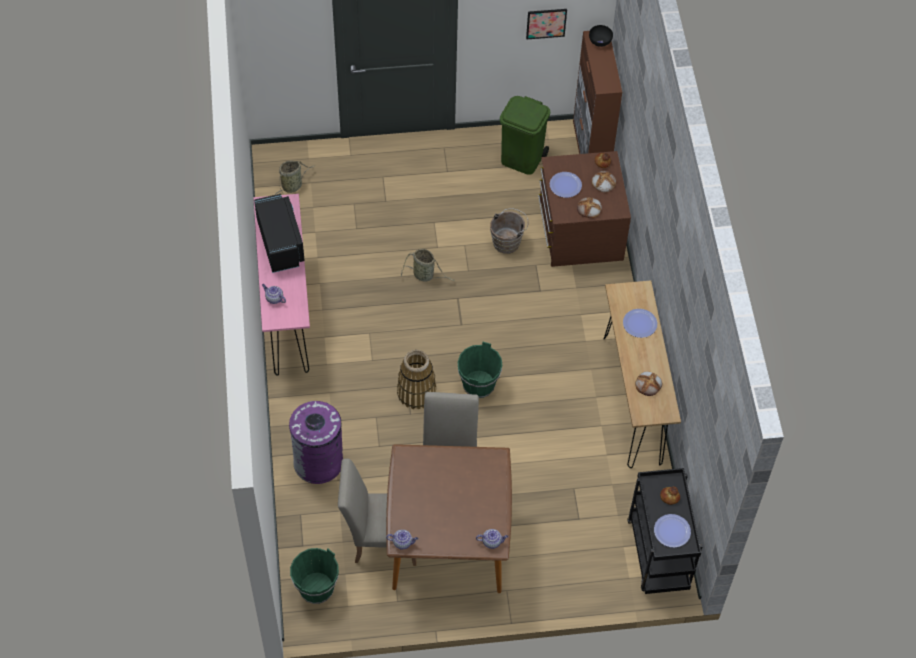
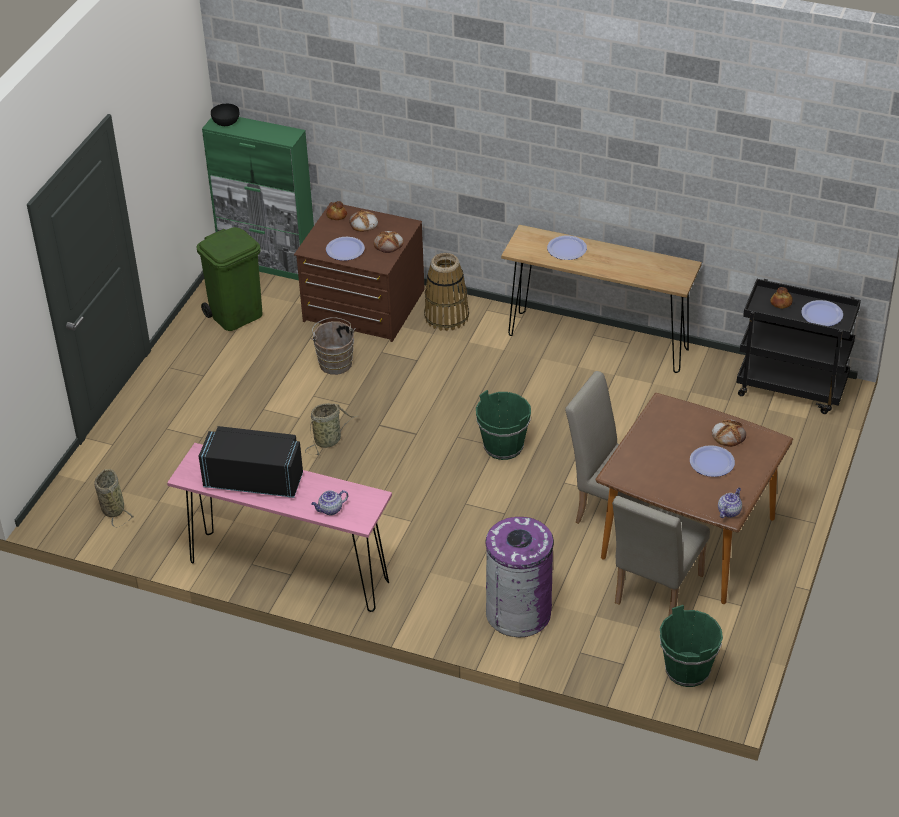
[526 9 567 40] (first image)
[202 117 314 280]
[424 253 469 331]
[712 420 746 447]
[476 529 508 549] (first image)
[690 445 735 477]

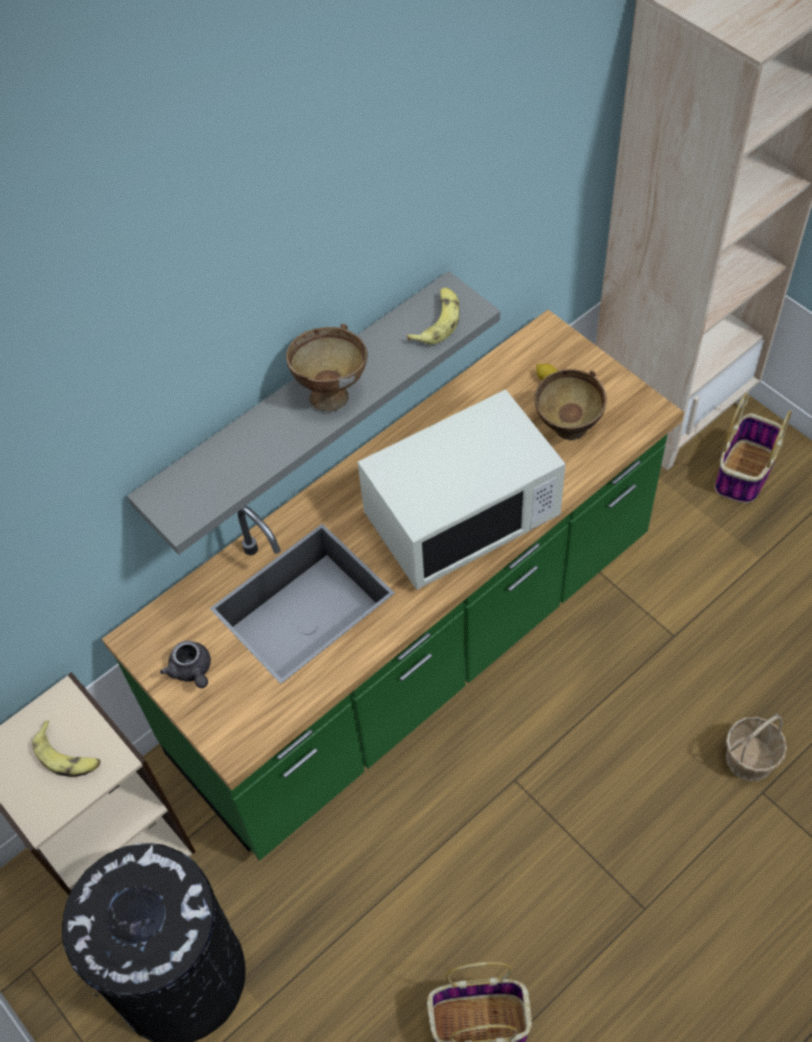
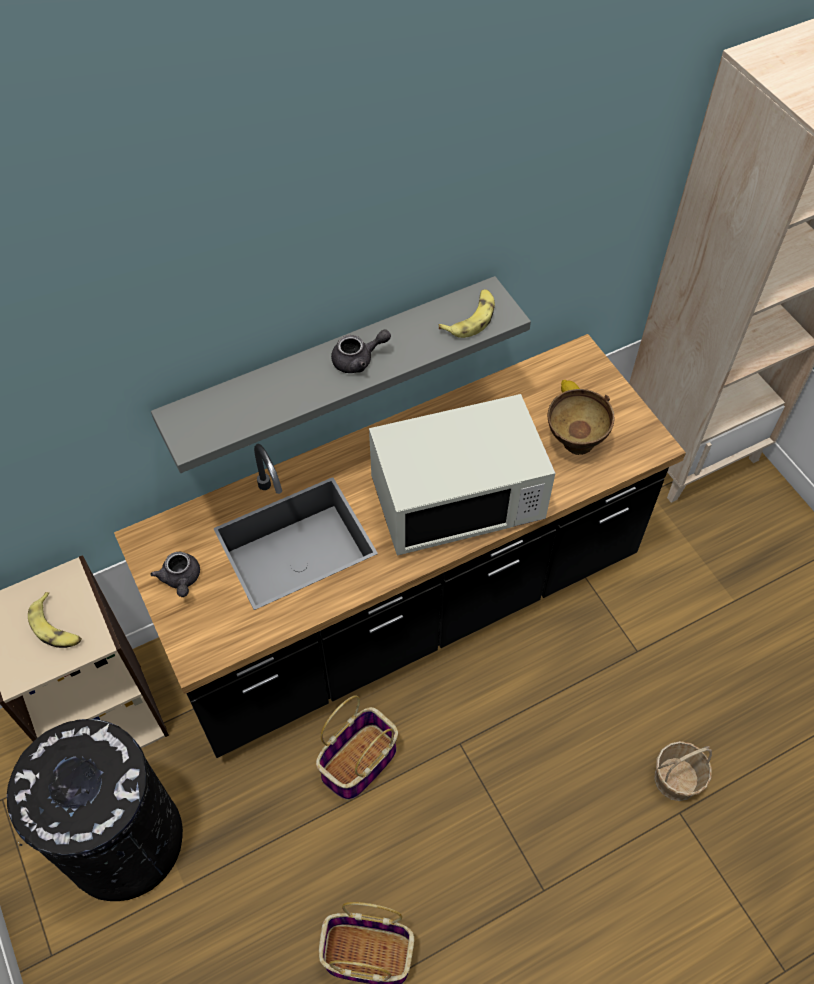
[114 334 686 758]
[331 329 391 373]
[316 695 398 800]

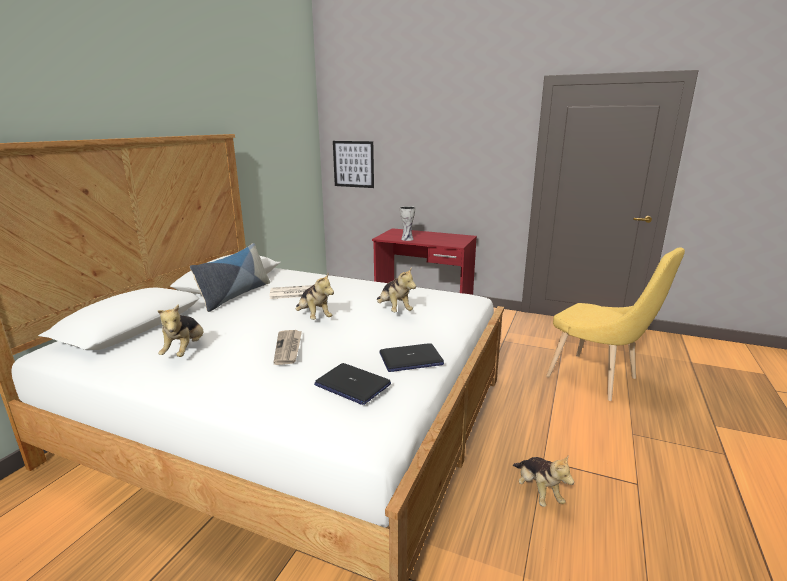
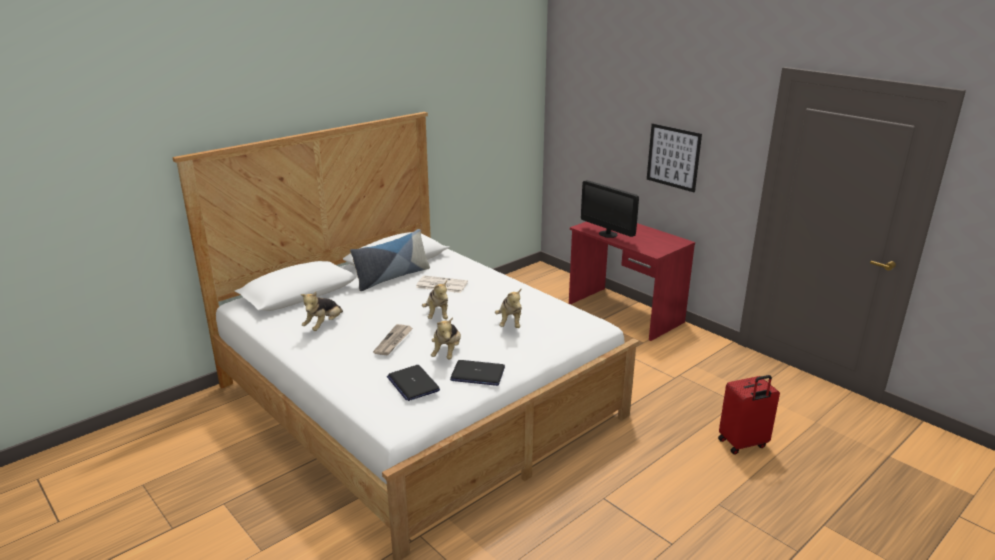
[647 124 702 192]
[581 180 639 238]
[718 375 780 455]
[431 317 461 360]

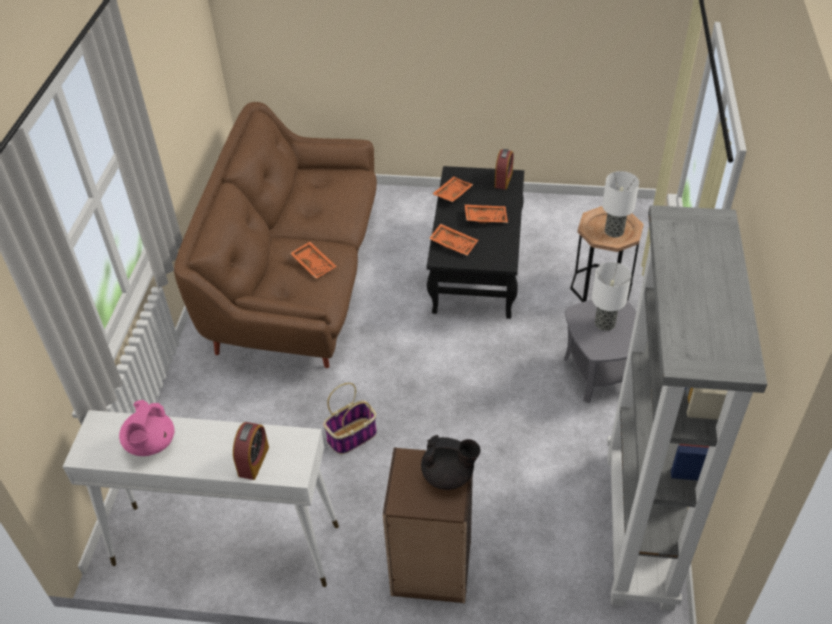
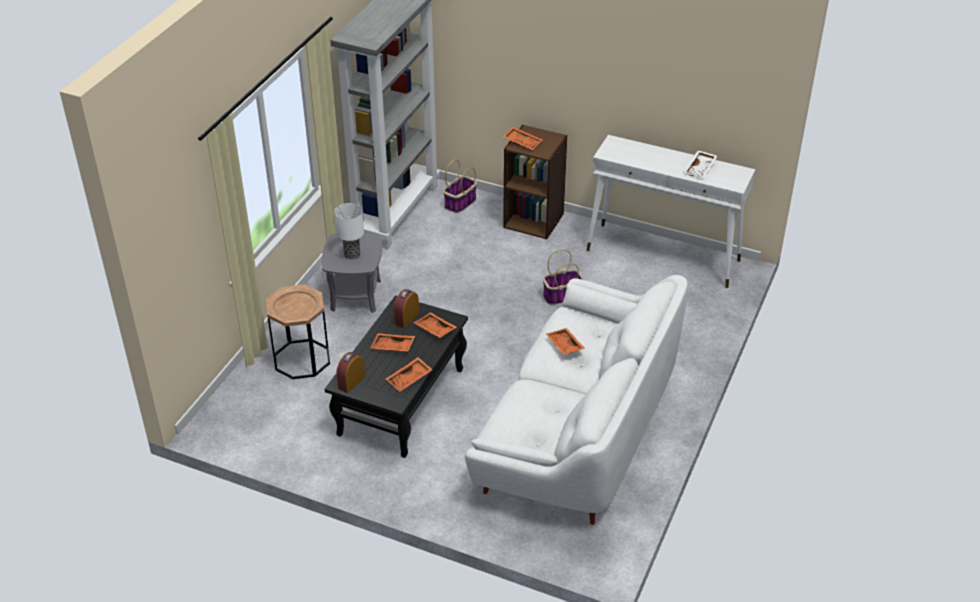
[465 275 688 525]
[602 171 639 238] (first image)
[684 150 717 178]
[394 289 419 328]
[503 127 542 150]
[443 160 477 213]

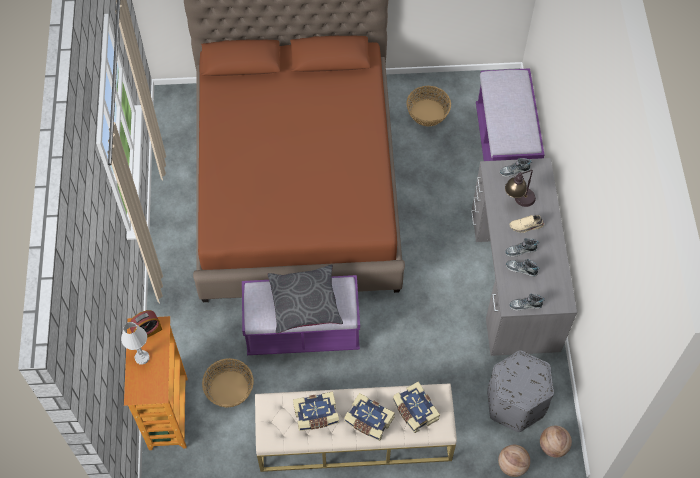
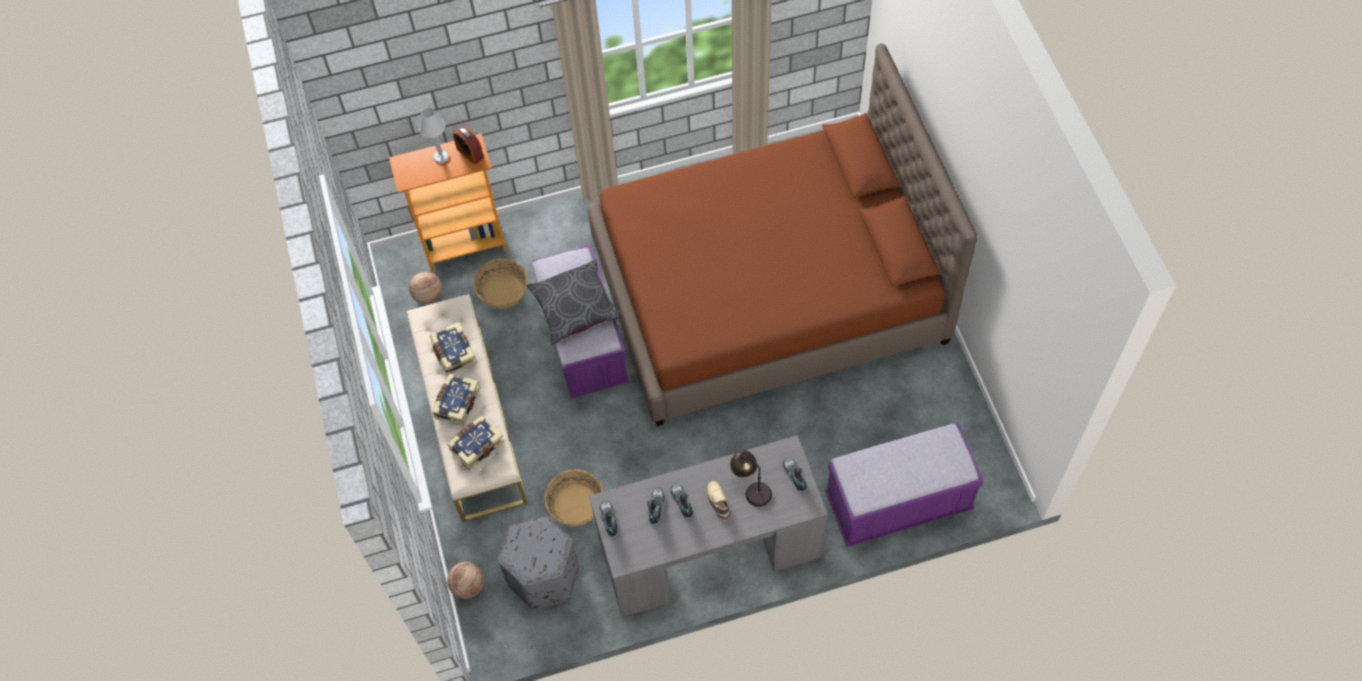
[544 469 603 526]
[409 271 442 304]

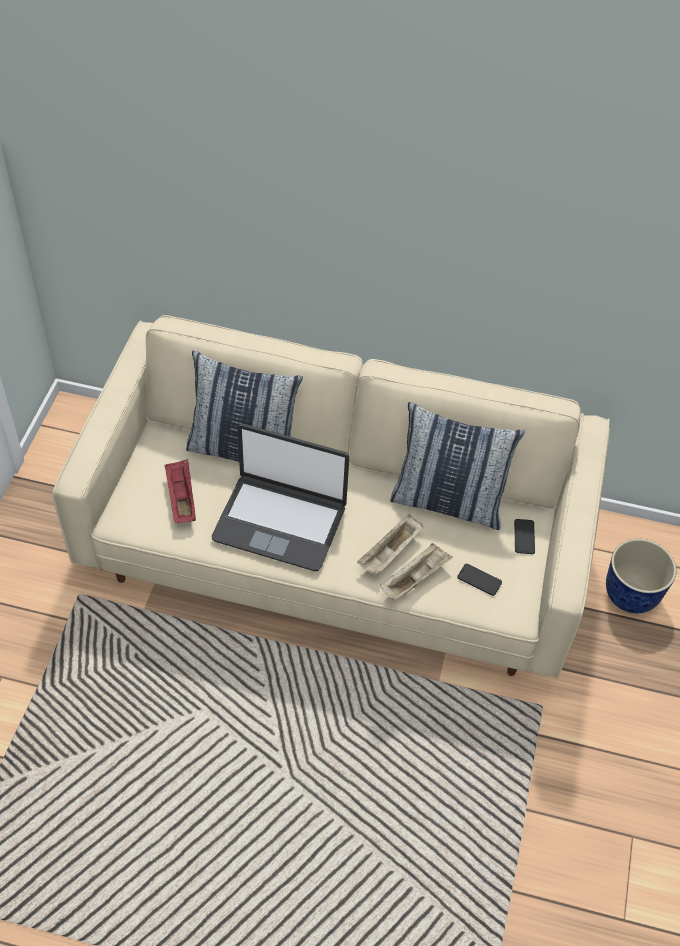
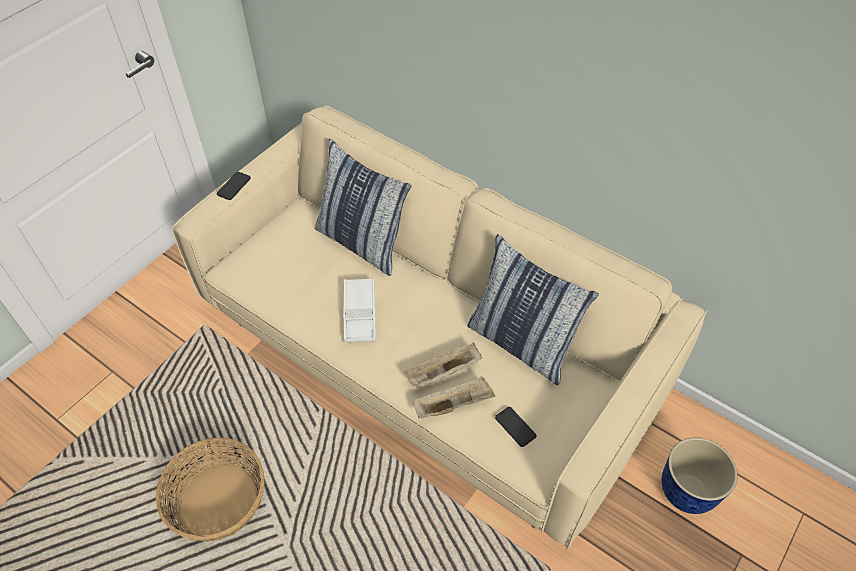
[343 278 376 343]
[164 459 196 523] (first image)
[217 172 251 200]
[156 437 265 542]

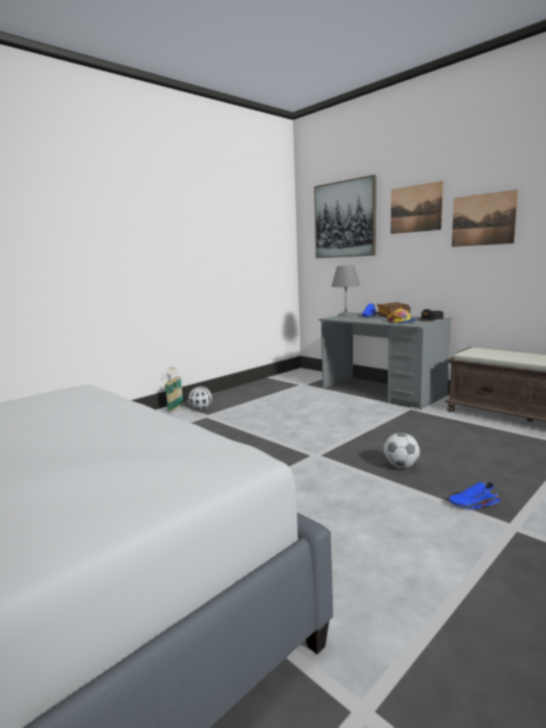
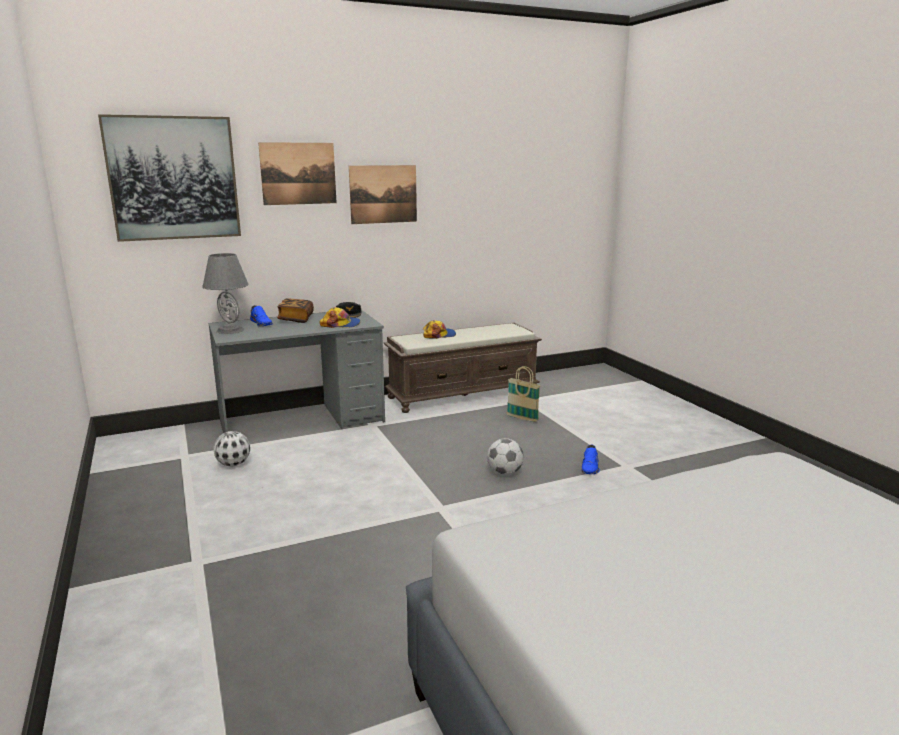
[507 366 540 422]
[213 431 250 466]
[423 320 456 339]

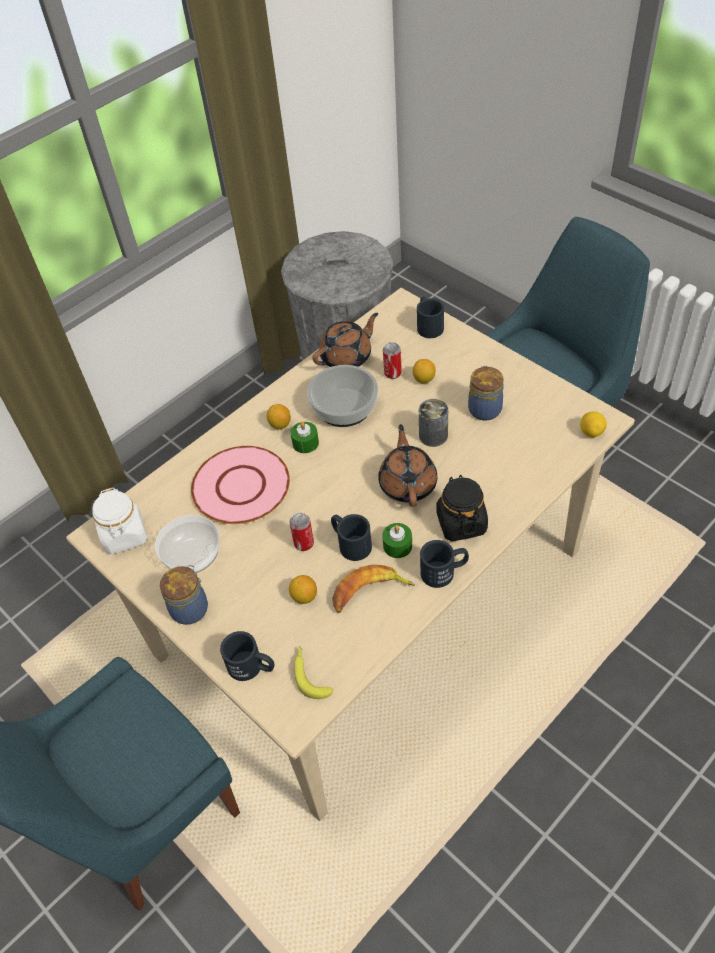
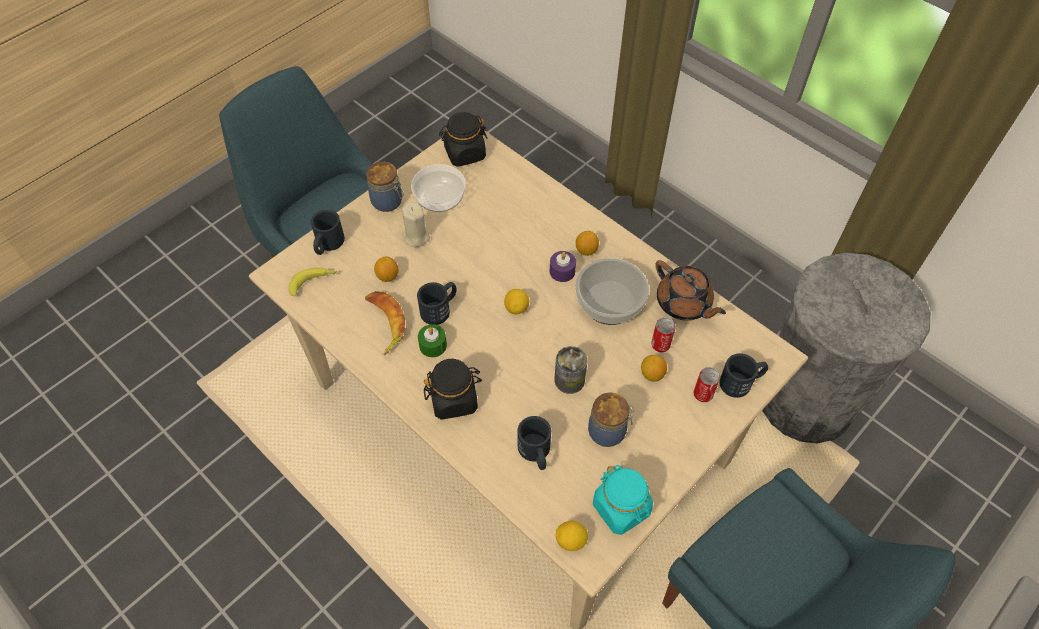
[550 251 576 282]
[378 424 437 507] (first image)
[191 446 290 524] (first image)
[439 112 488 167]
[694 367 720 402]
[517 416 551 470]
[402 202 430 247]
[504 289 529 314]
[593 465 653 535]

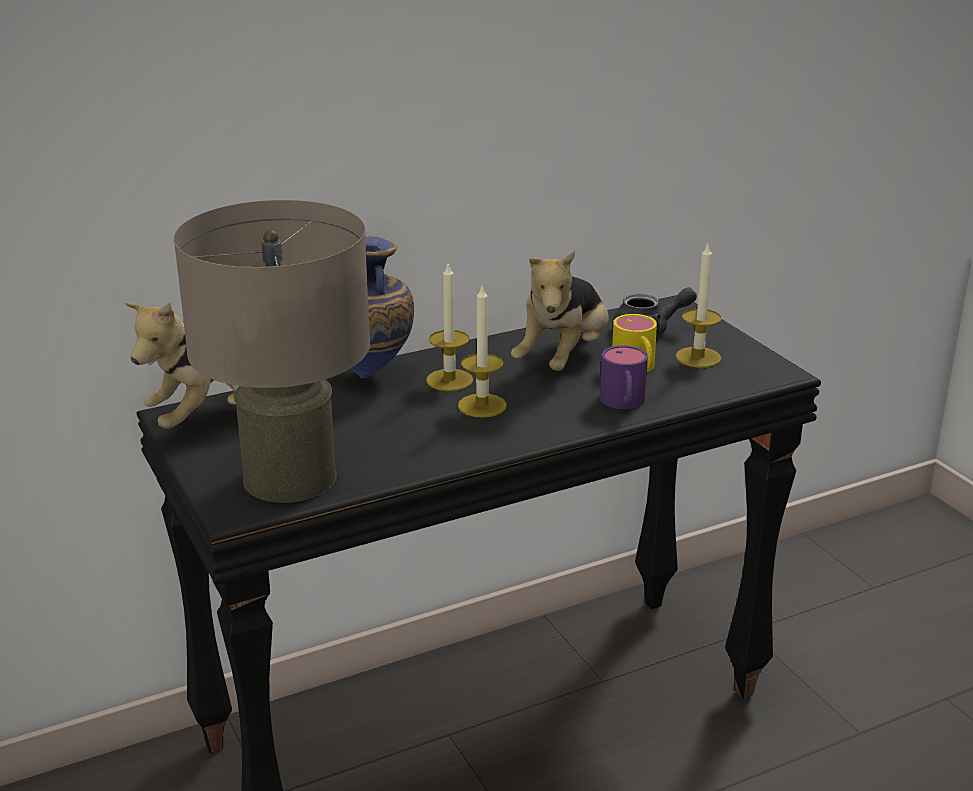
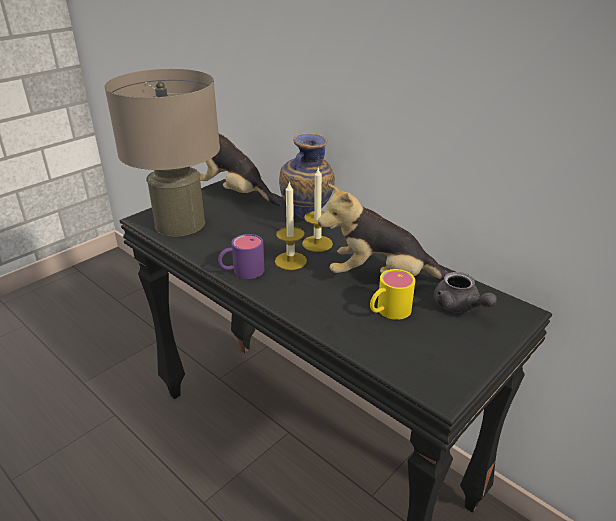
[675 242 722 368] (first image)
[218 234 264 279]

